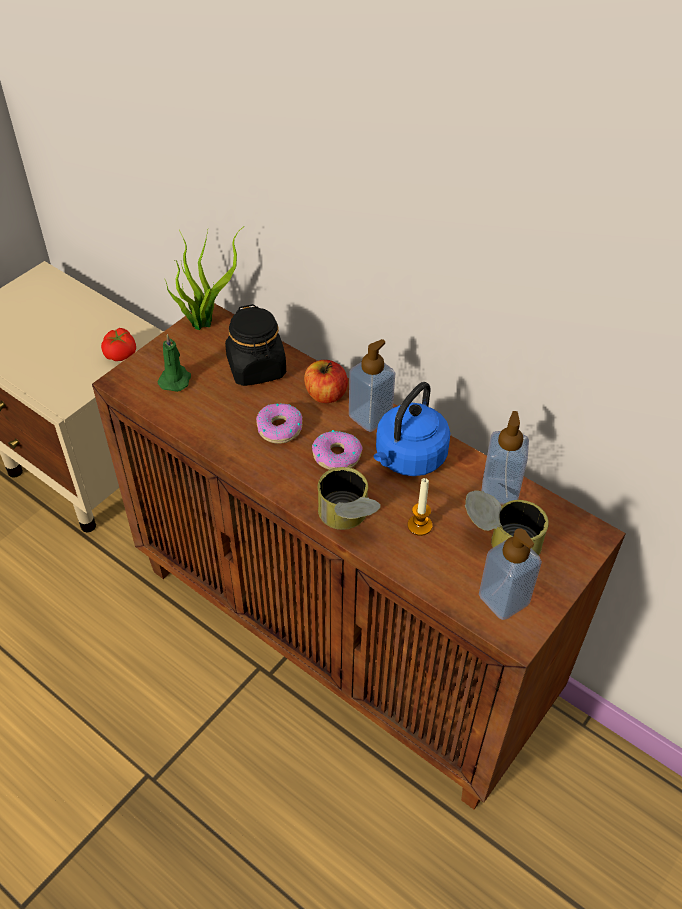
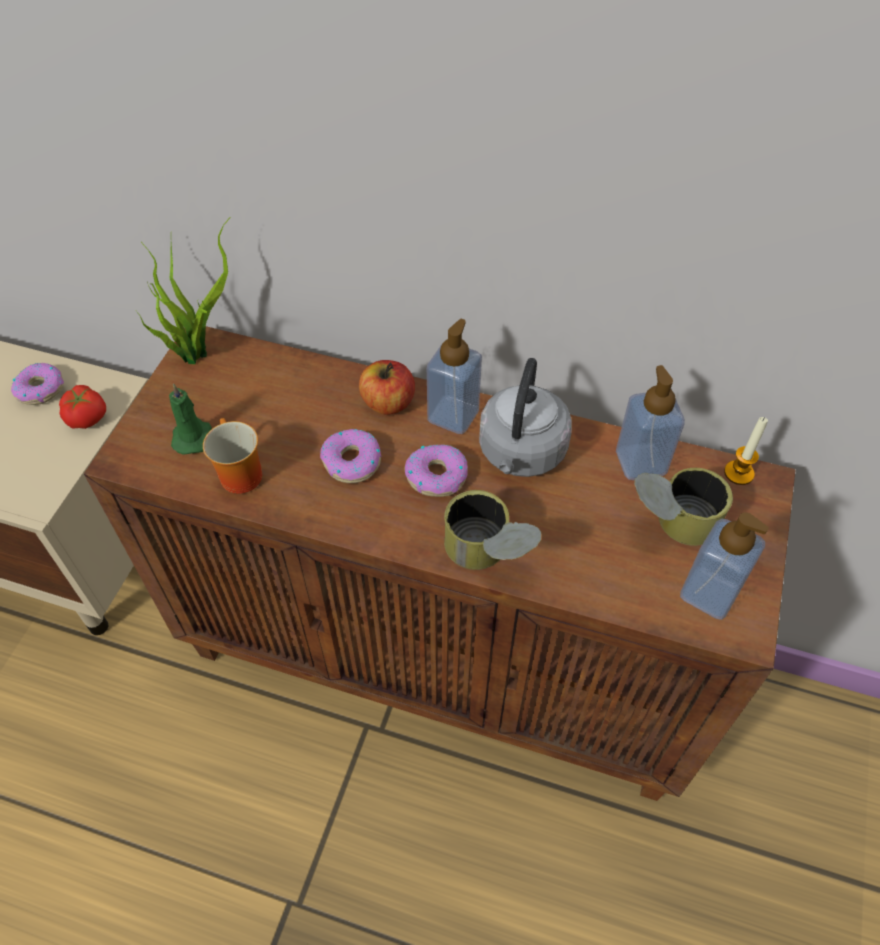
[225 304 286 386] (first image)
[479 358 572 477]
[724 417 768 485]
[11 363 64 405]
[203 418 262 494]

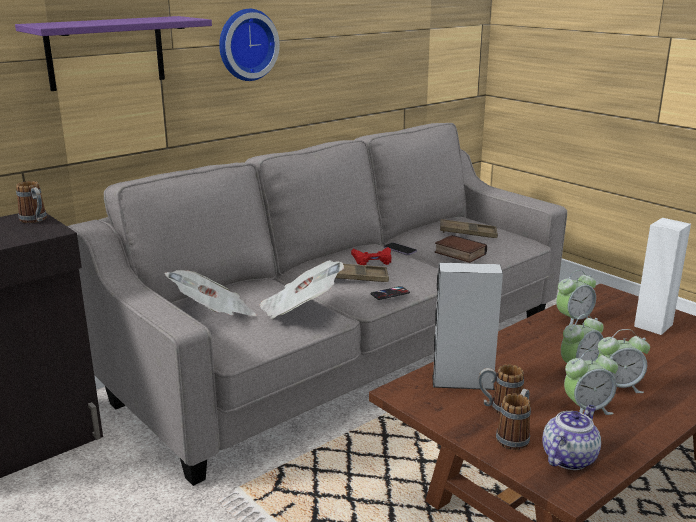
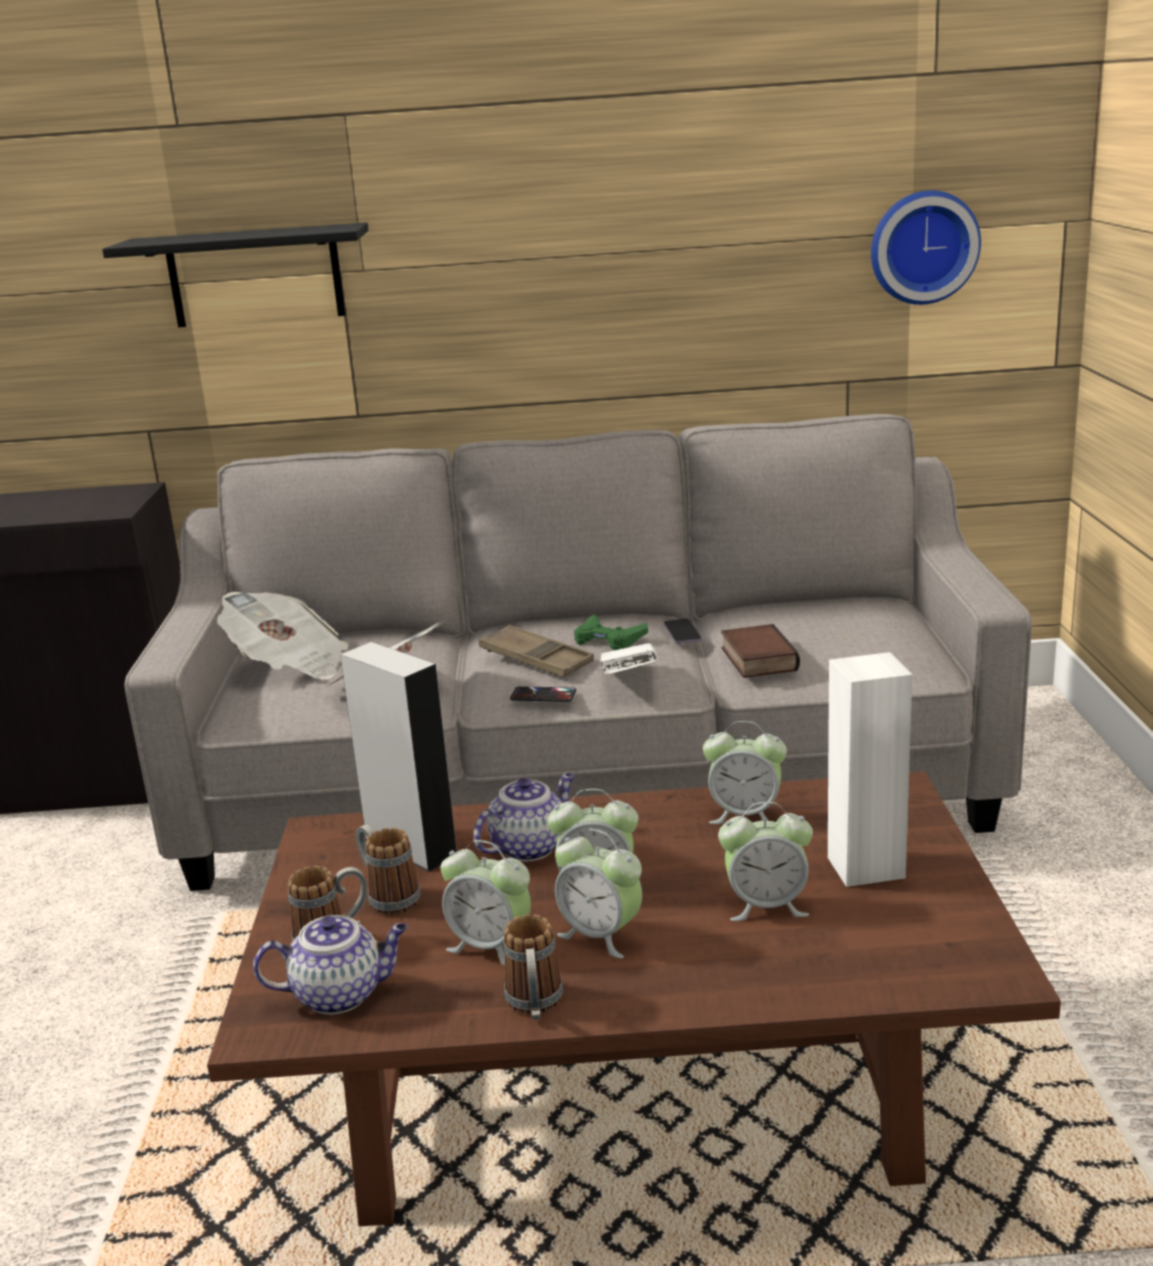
[871 190 981 305]
[102 222 369 327]
[503 914 563 1020]
[440 219 498 238] (first image)
[574 615 648 650]
[601 643 657 675]
[473 773 575 861]
[718 802 813 921]

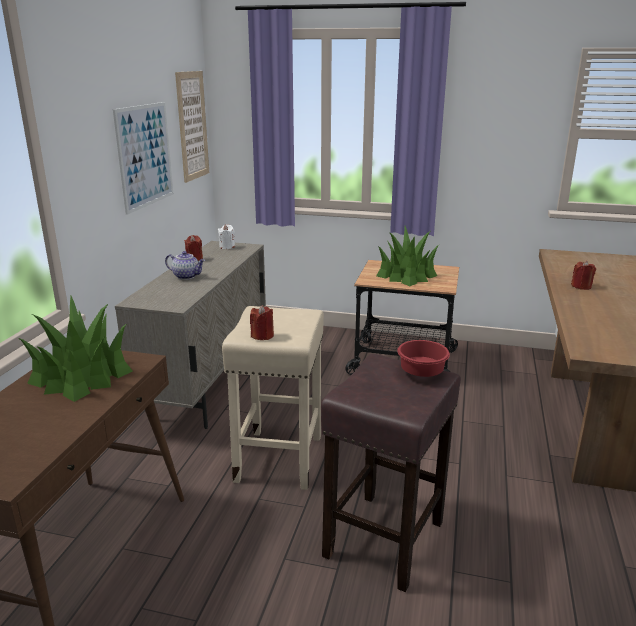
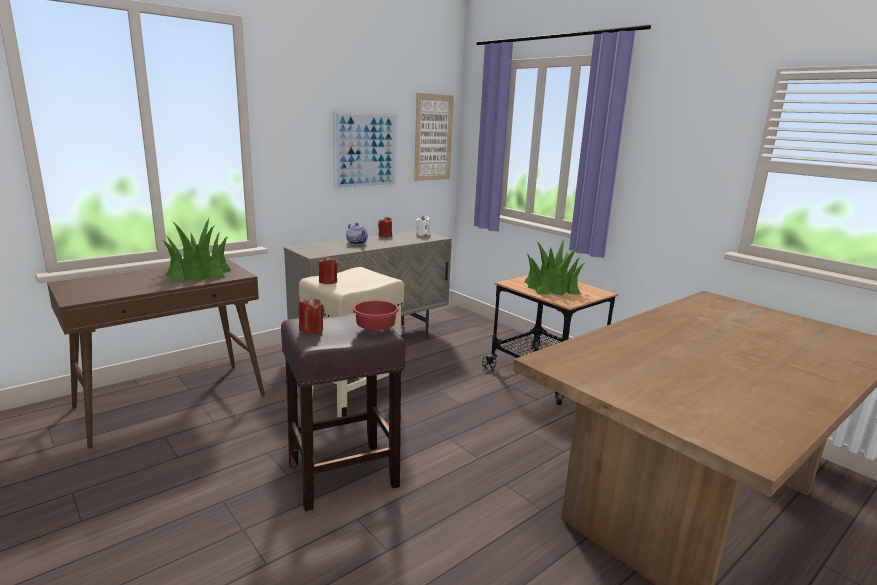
[299 298 324 334]

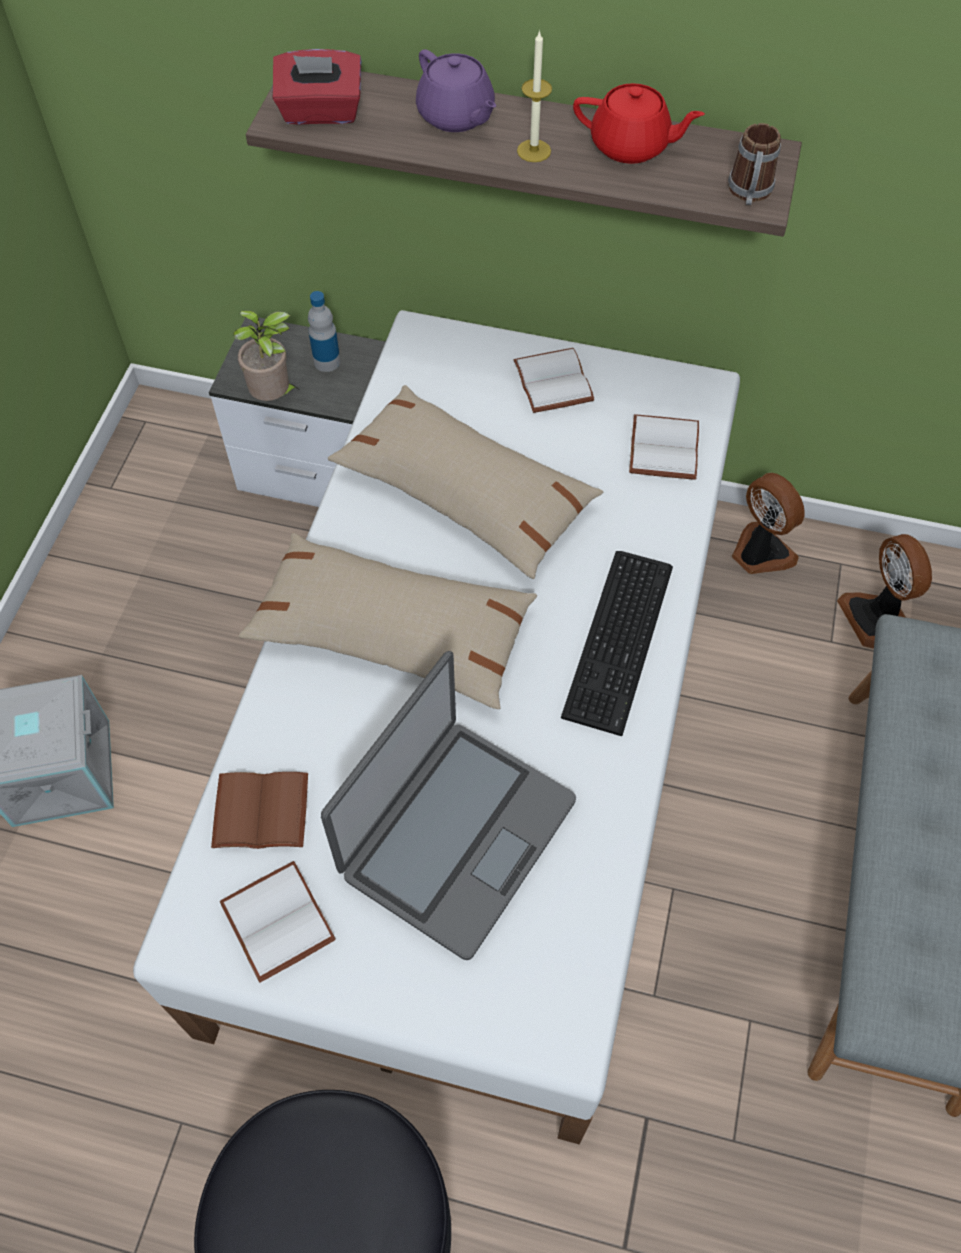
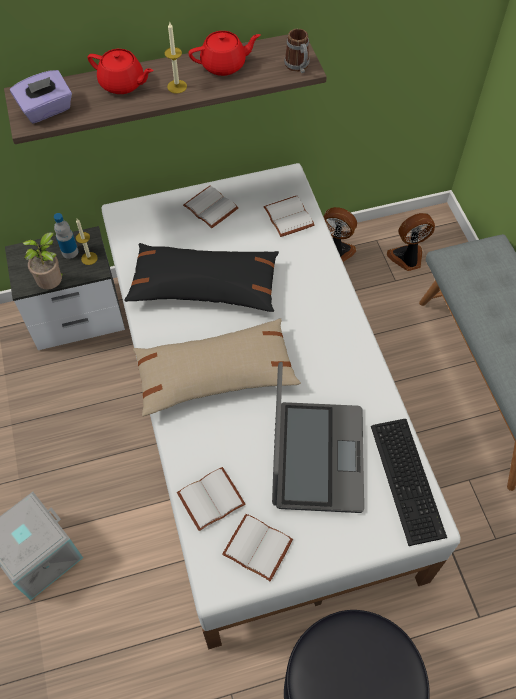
[10 70 72 123]
[88 49 154 94]
[124 243 279 312]
[387 213 435 271]
[371 419 447 546]
[177 467 245 531]
[76 219 98 265]

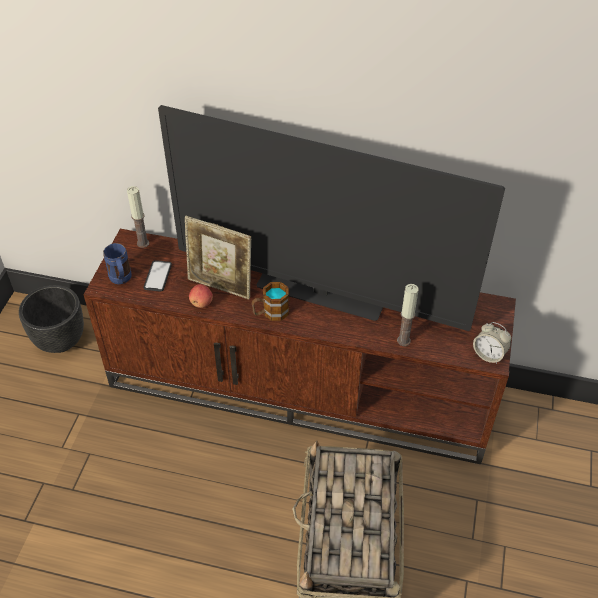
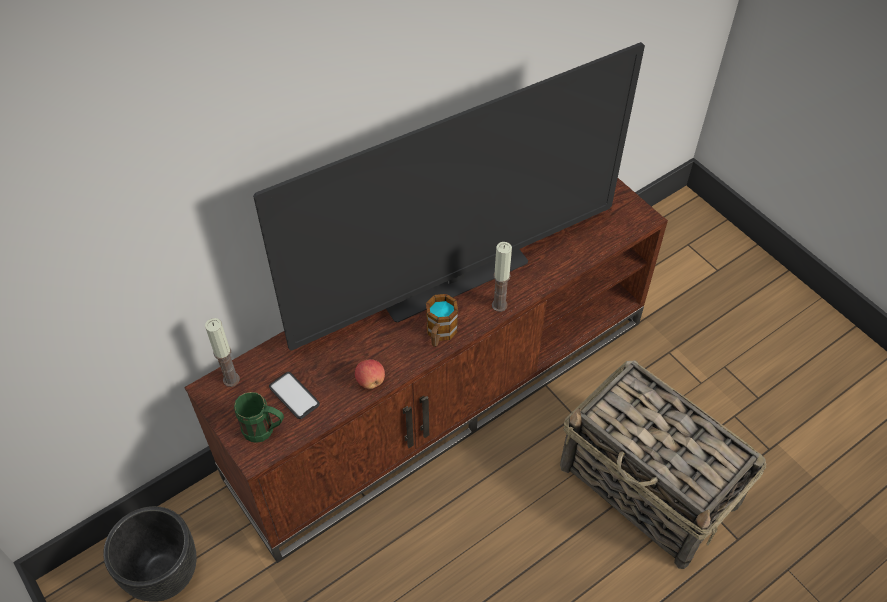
[185 216 251 299] (first image)
[234 392 284 443]
[492 242 512 312]
[473 322 511 364] (first image)

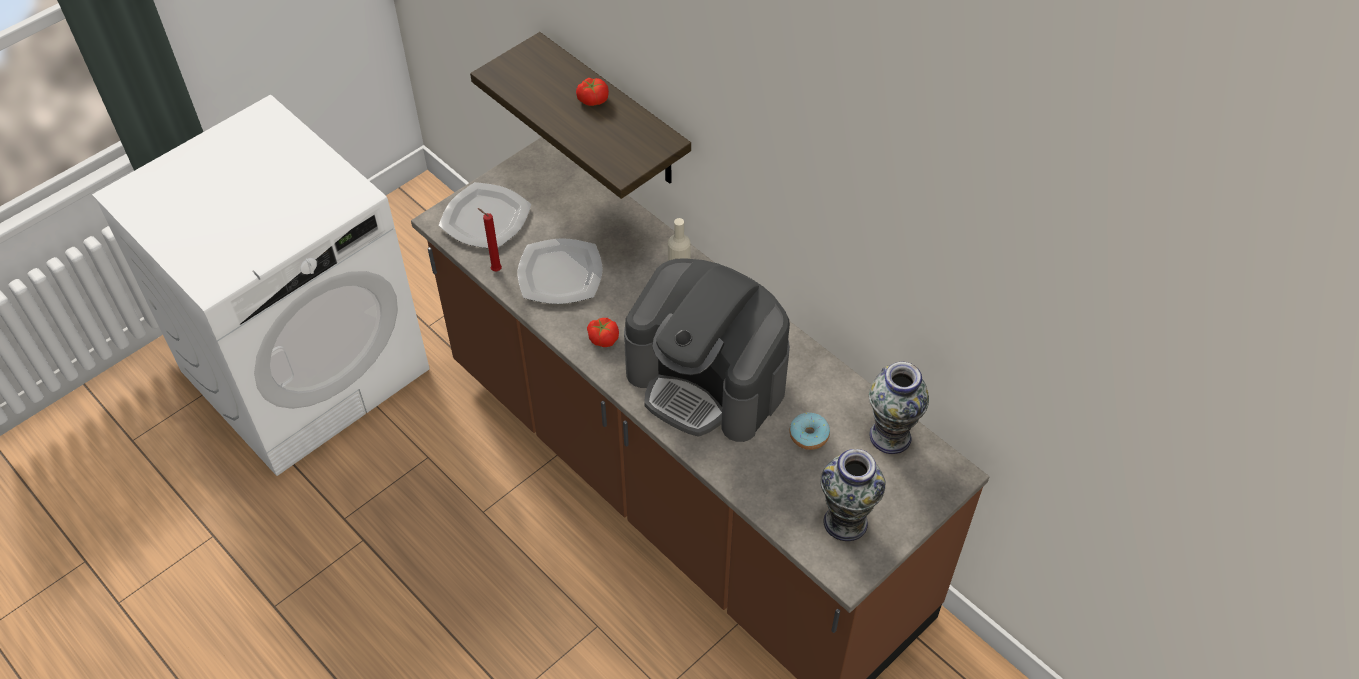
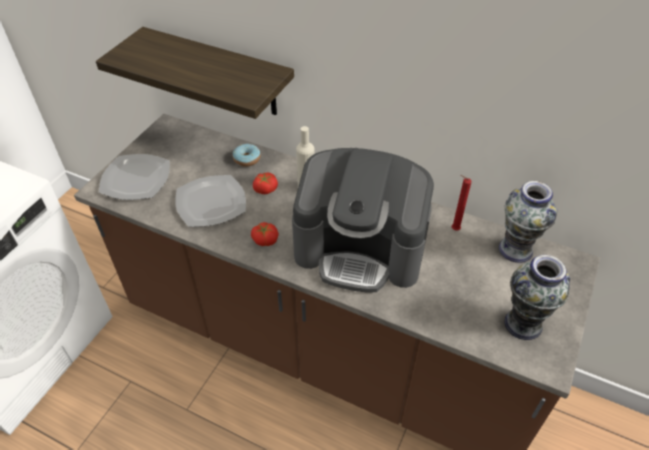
[253 172 278 194]
[452 175 472 231]
[233 144 261 167]

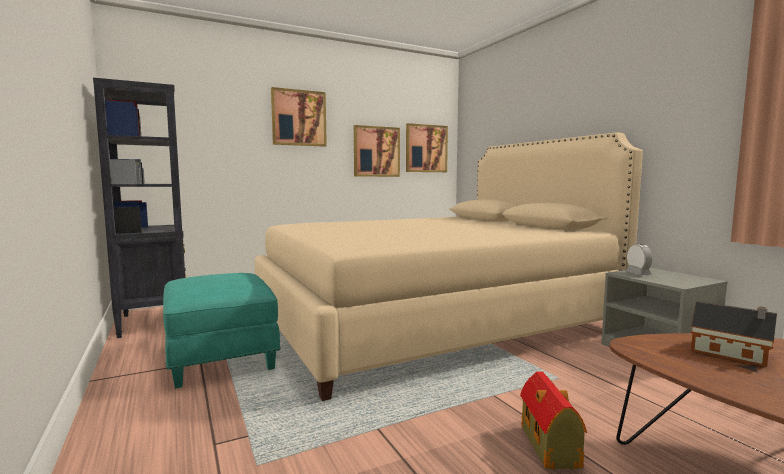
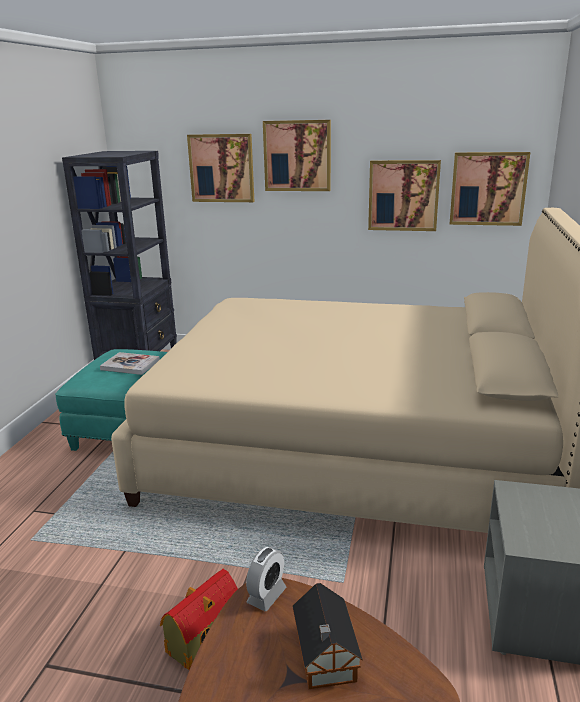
[246 547 286 611]
[187 134 254 202]
[100 352 160 375]

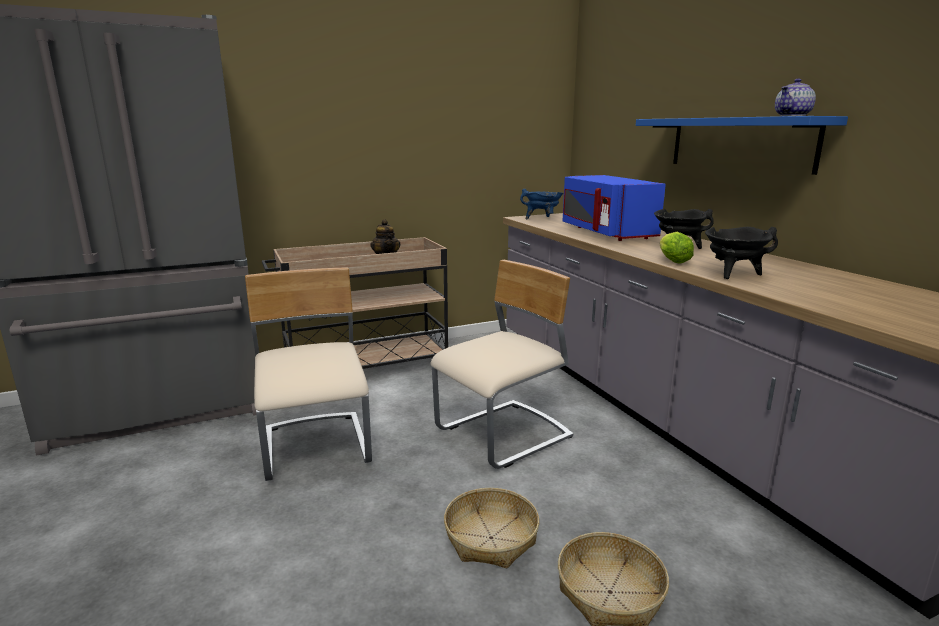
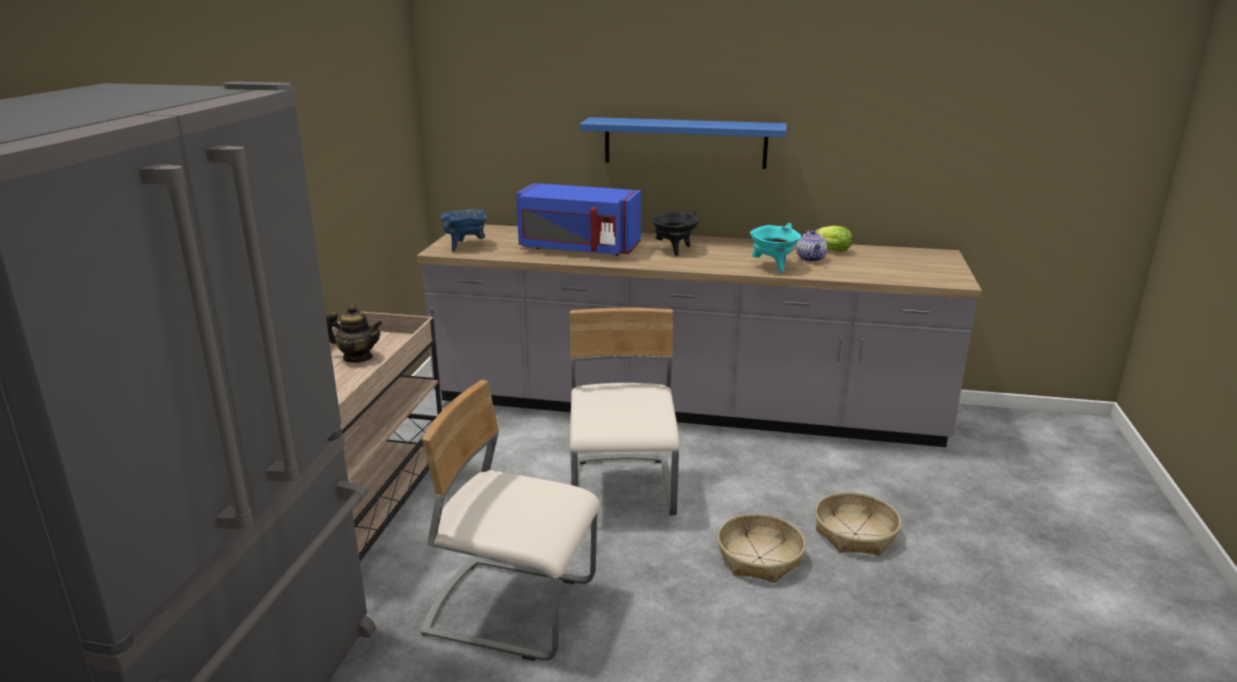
[796 230 827 262]
[750 223 801 273]
[815 226 852 252]

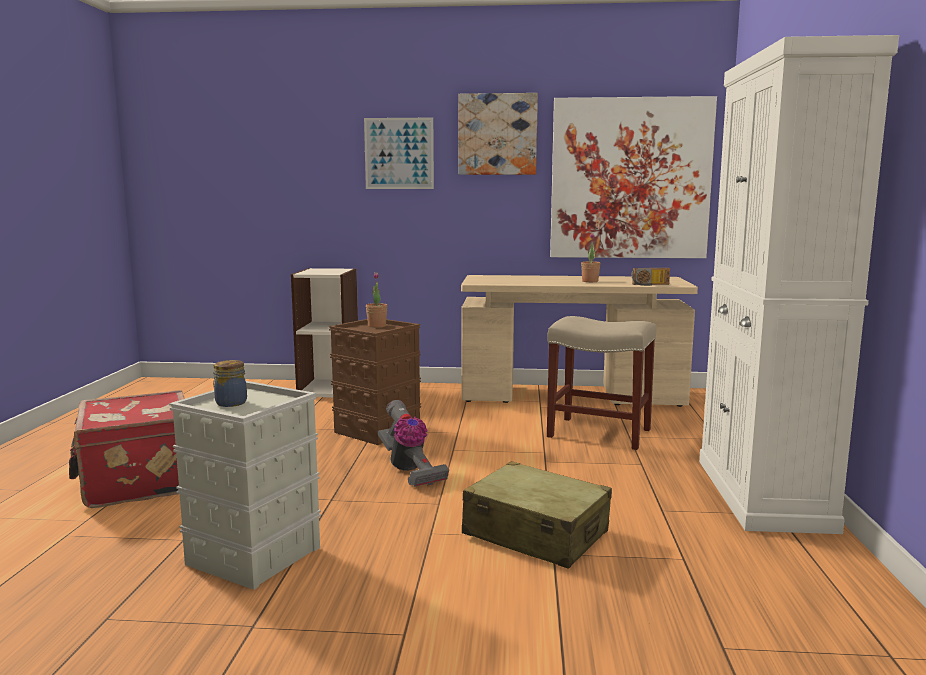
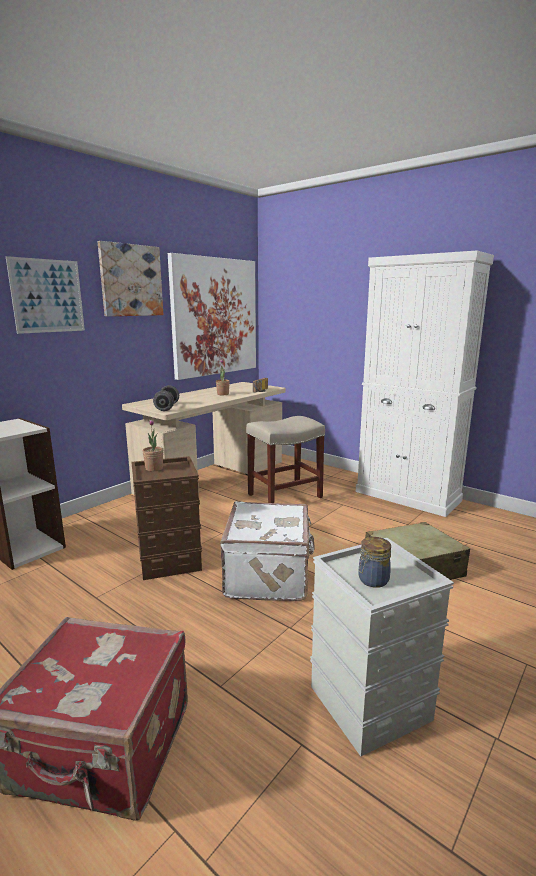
[220 501 315 601]
[153 385 179 411]

